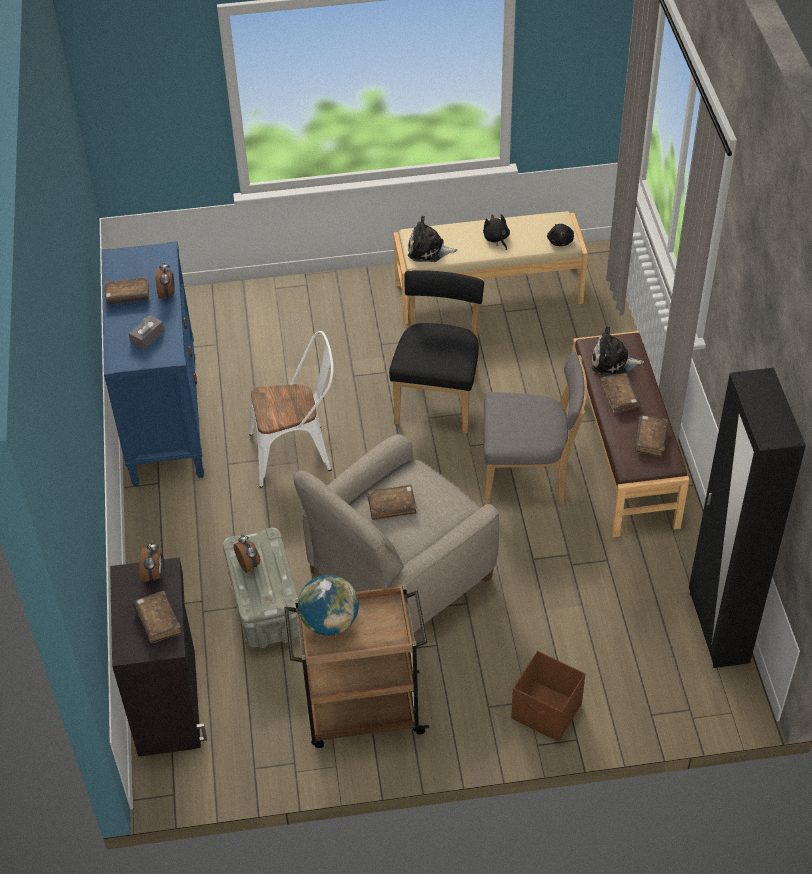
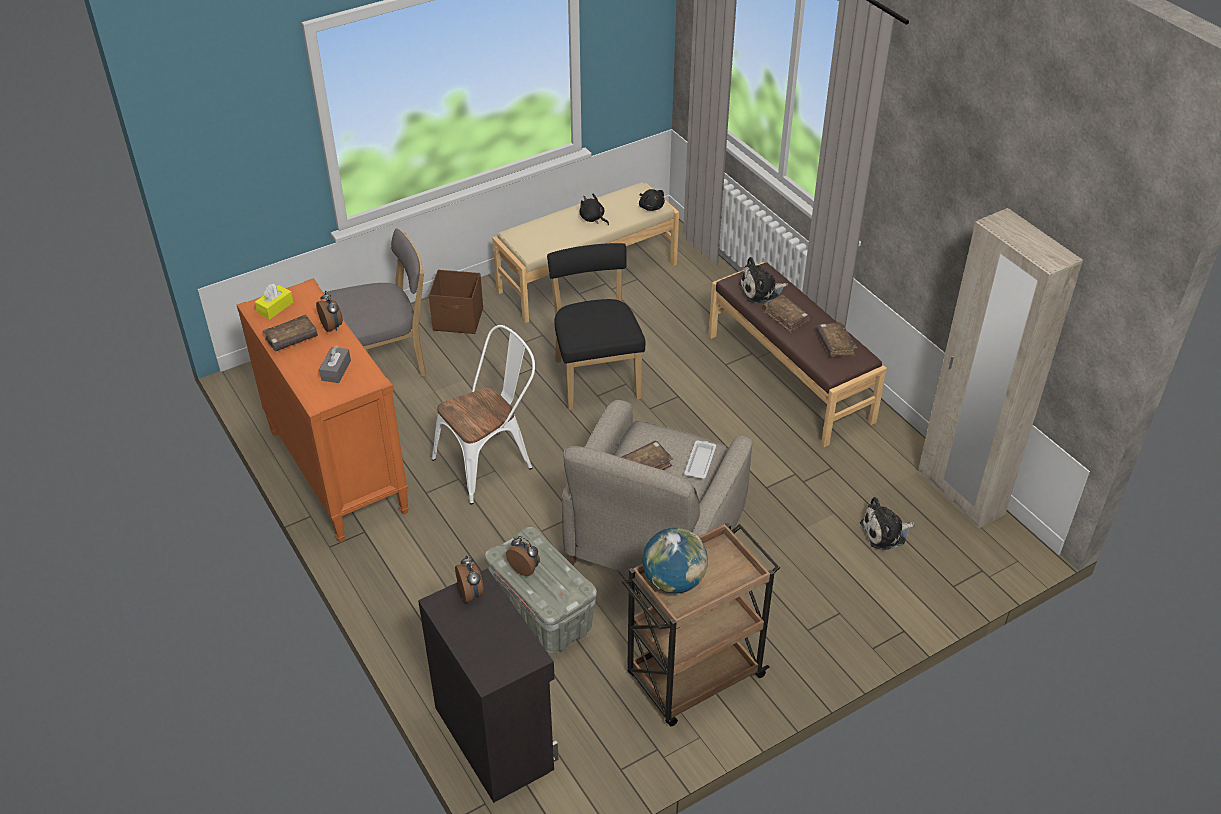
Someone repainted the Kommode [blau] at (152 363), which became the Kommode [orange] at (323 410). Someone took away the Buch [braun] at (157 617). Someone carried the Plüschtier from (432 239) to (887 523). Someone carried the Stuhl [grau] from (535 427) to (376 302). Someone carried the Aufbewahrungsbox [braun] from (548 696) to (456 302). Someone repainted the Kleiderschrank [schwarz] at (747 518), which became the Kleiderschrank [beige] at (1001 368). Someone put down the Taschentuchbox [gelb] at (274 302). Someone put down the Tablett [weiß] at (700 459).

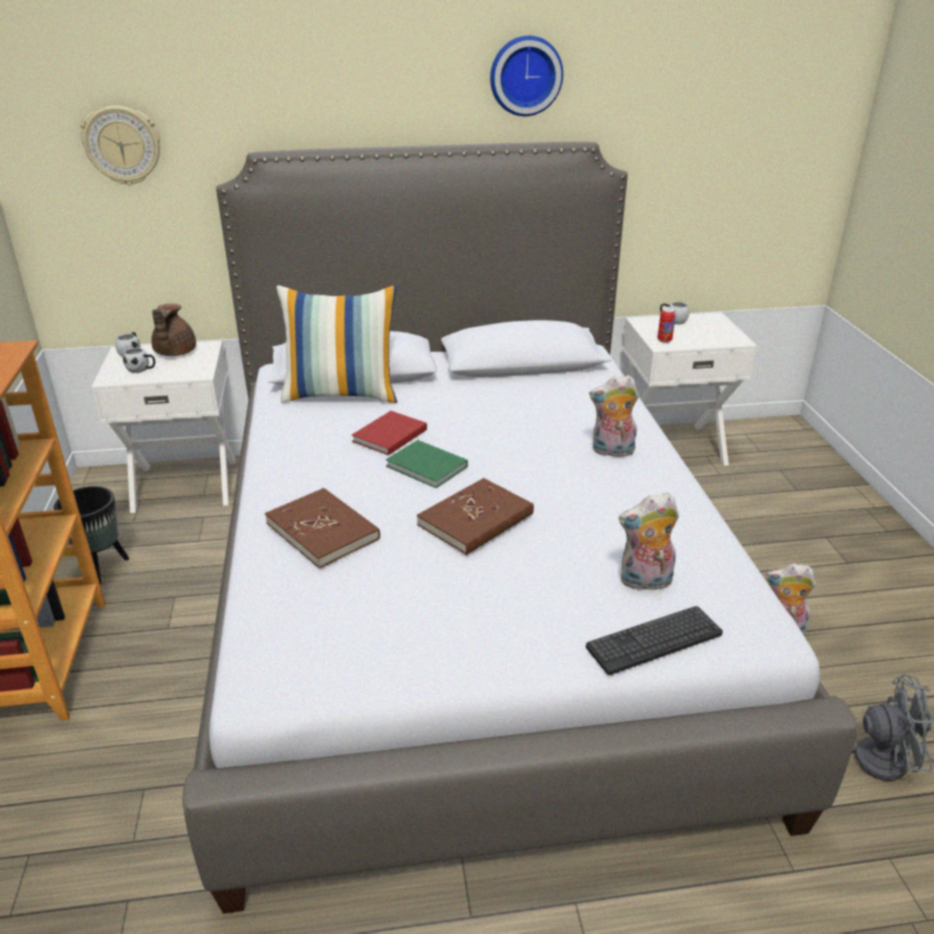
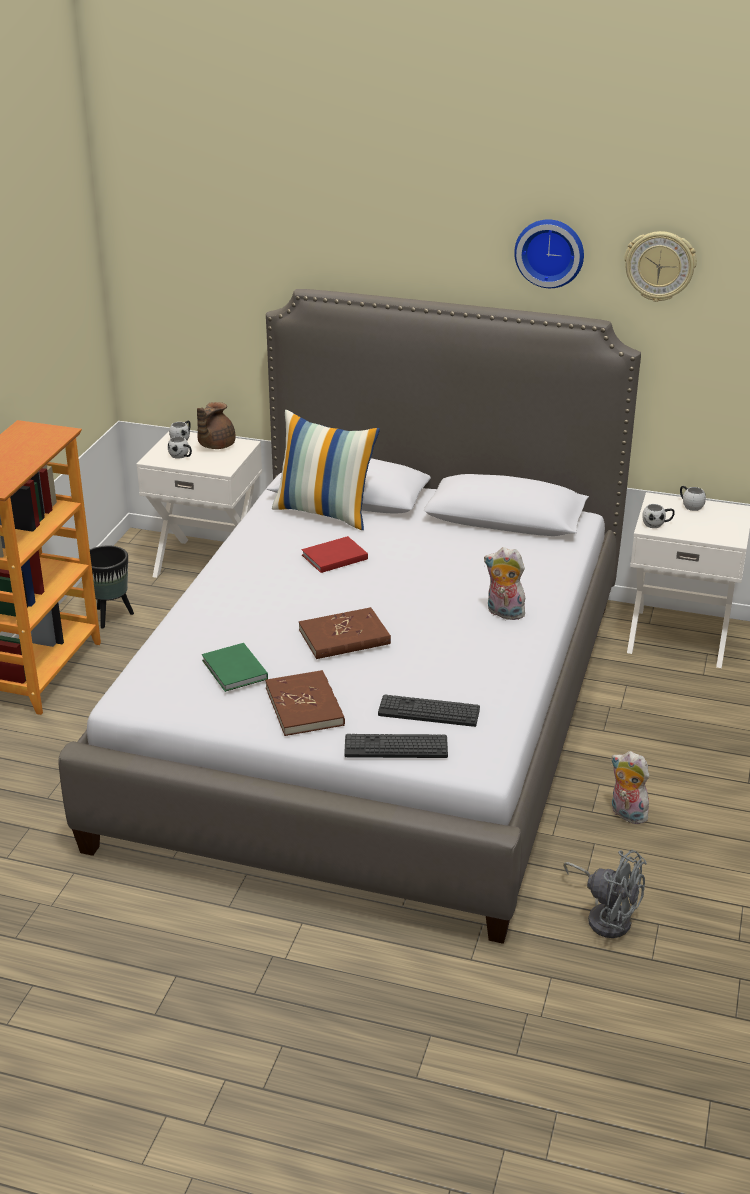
Someone carried the Wanduhr from (120 145) to (660 266). Someone carried the Buch [braun] from (322 528) to (305 703). Someone carried the Buch [grün] from (427 464) to (235 667). Someone swapped the Plüschtier at (649 541) for the Tastatur at (429 710). Someone swapped the Dose at (667 325) for the Henkelbecher [weiß] at (658 516).

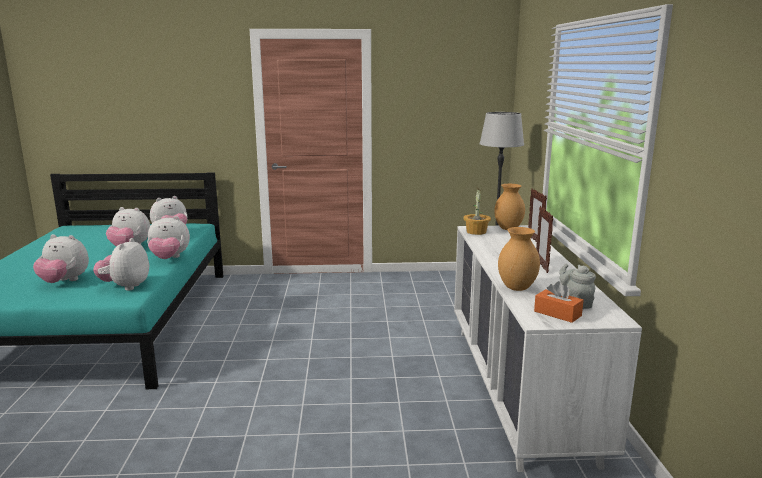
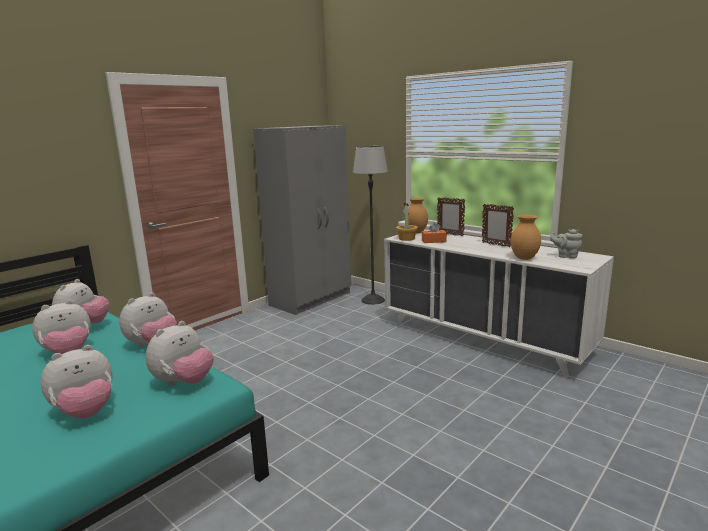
Someone rotated the Plüschtier at (121 264) by 105 degrees counterclockwise. Someone carried the Taschentuchbox [orange] from (559 302) to (434 232). Someone put down the Kleiderschrank [grau] at (302 220).

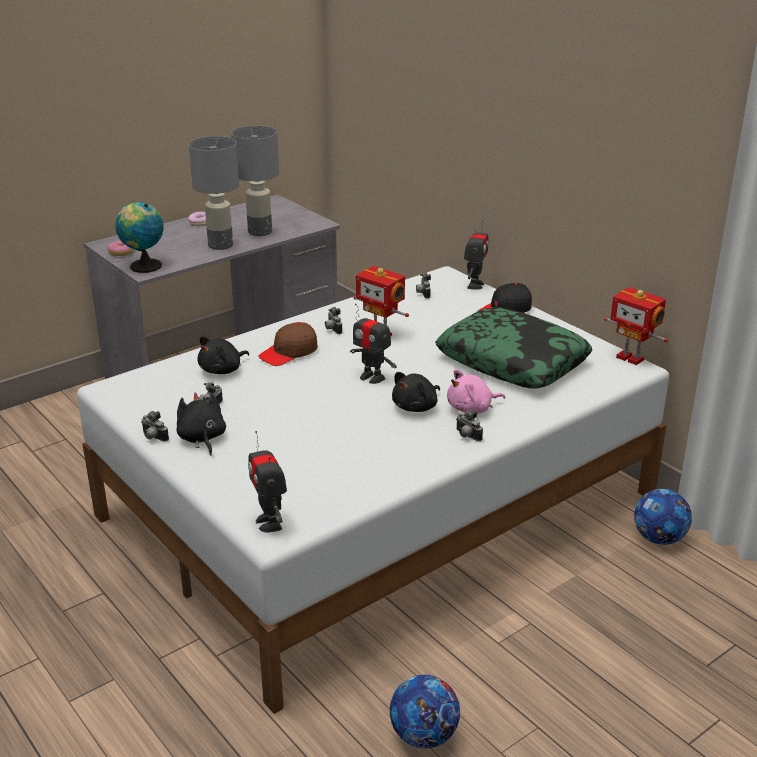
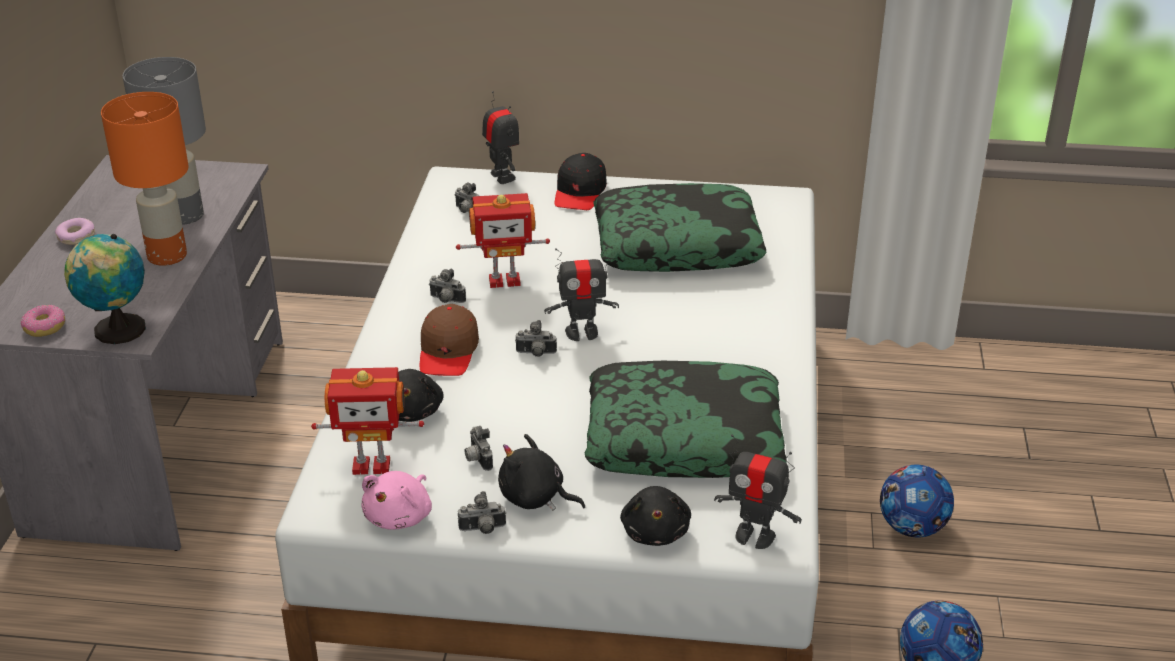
Someone repainted the Tischlampe [grau] at (214 193), which became the Tischlampe [orange] at (145 179). Someone carried the Plüschtier [schwarz] from (416 392) to (655 516). Someone carried the Plüschtier [rosa] from (476 391) to (396 500). Someone carried the Kamera from (469 425) to (536 338). Someone carried the Spielzeugroboter from (636 326) to (367 421). Someone carried the Fußball from (663 517) to (917 501). Someone put down the Kissen at (686 419).

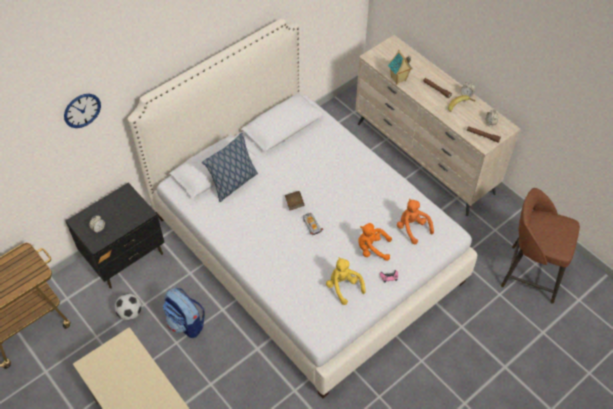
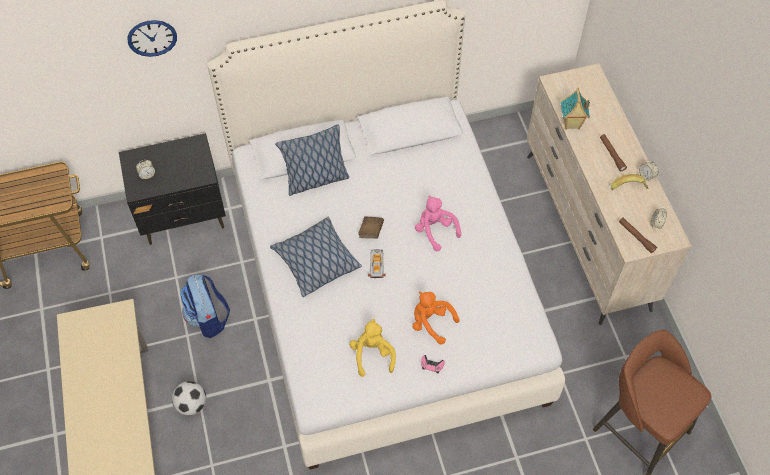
Someone carried the Fußball from (128 307) to (189 398). Someone took away the Plüschtier [orange] at (415 222). Someone put down the Kissen at (316 256). Someone put down the Plüschtier [rosa] at (438 223).

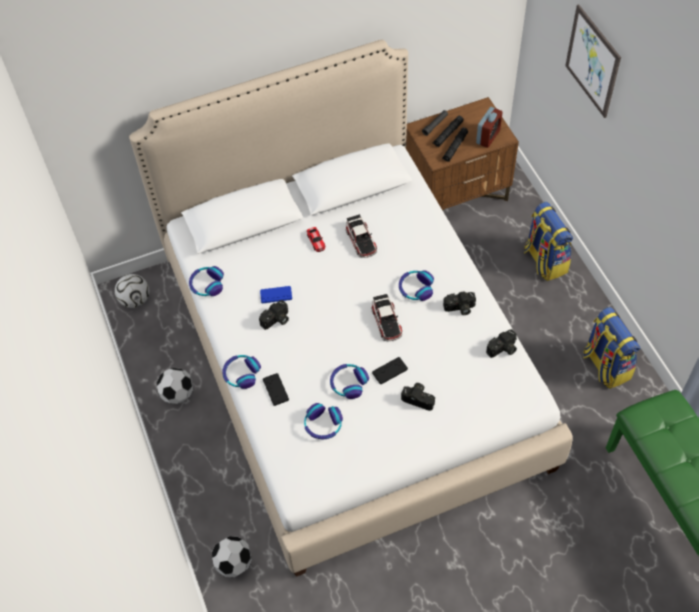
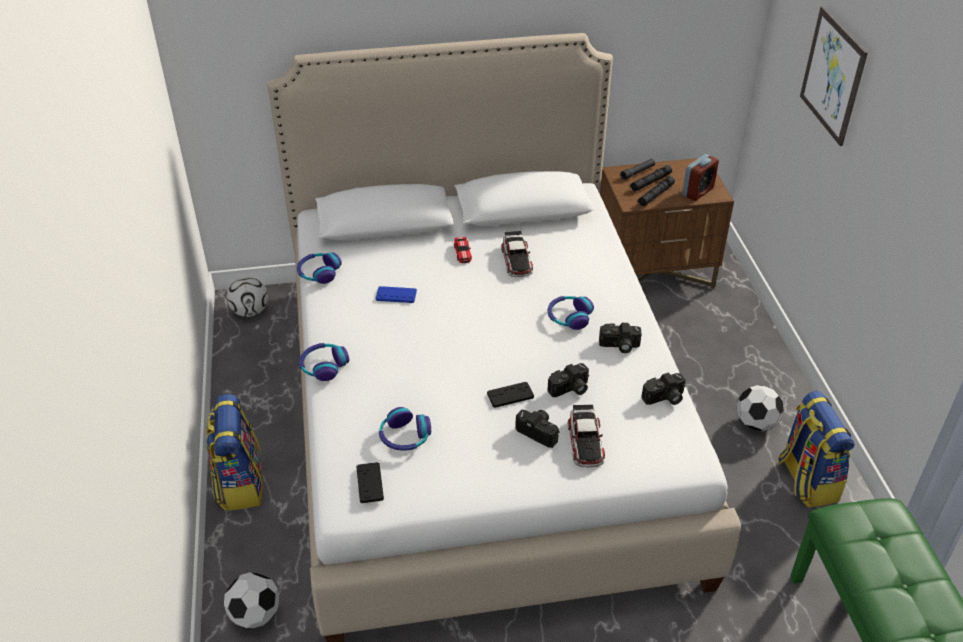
Someone carried the Fußball from (175 386) to (760 408). Someone carried the Kamera from (274 315) to (568 380). Someone carried the Gamepad [schwarz] from (276 389) to (370 482). Someone took away the Kopfhörer at (349 381). Someone carried the Spielzeugauto from (386 317) to (586 436). Someone carried the Rucksack from (548 241) to (234 452).

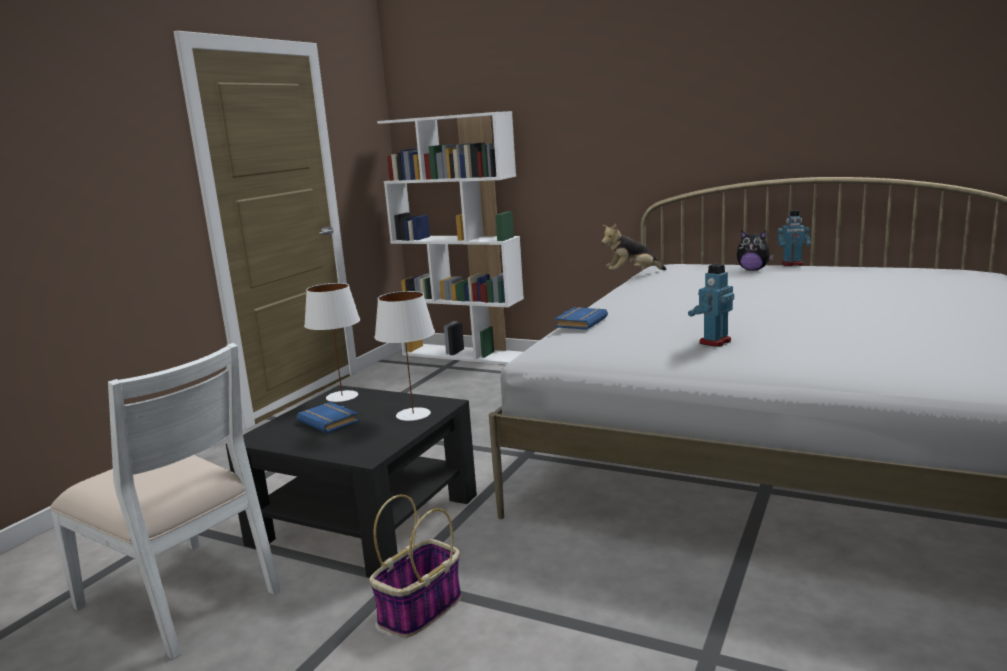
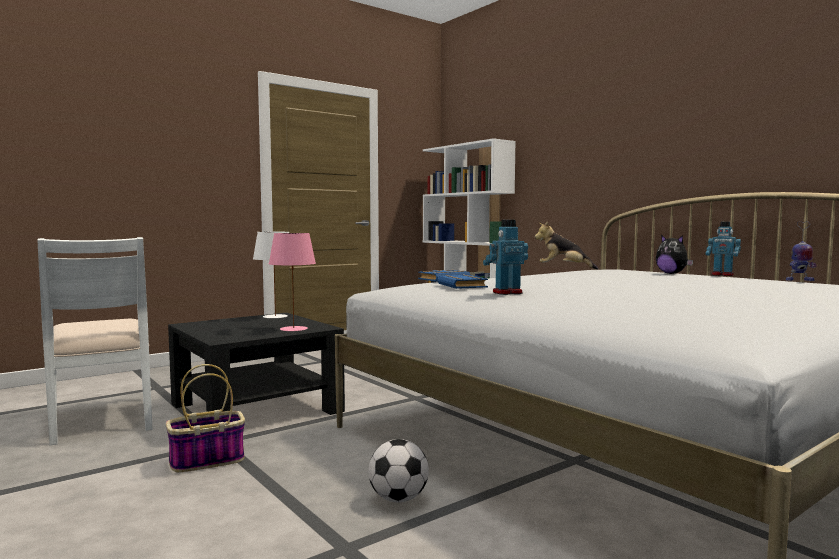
Someone carried the Buch [blau] from (328 417) to (462 281). Someone repainted the Tischlampe [weiß] at (405 356), which became the Tischlampe [rosa] at (292 282). Someone put down the Fußball at (398 470). Someone put down the Spielzeugroboter at (801 251).

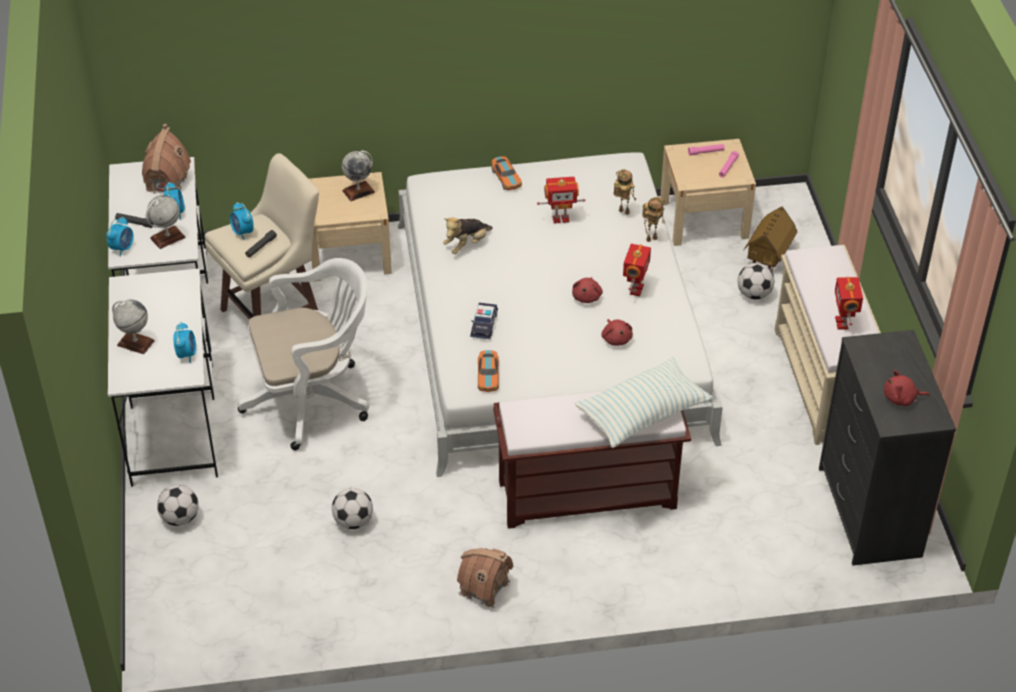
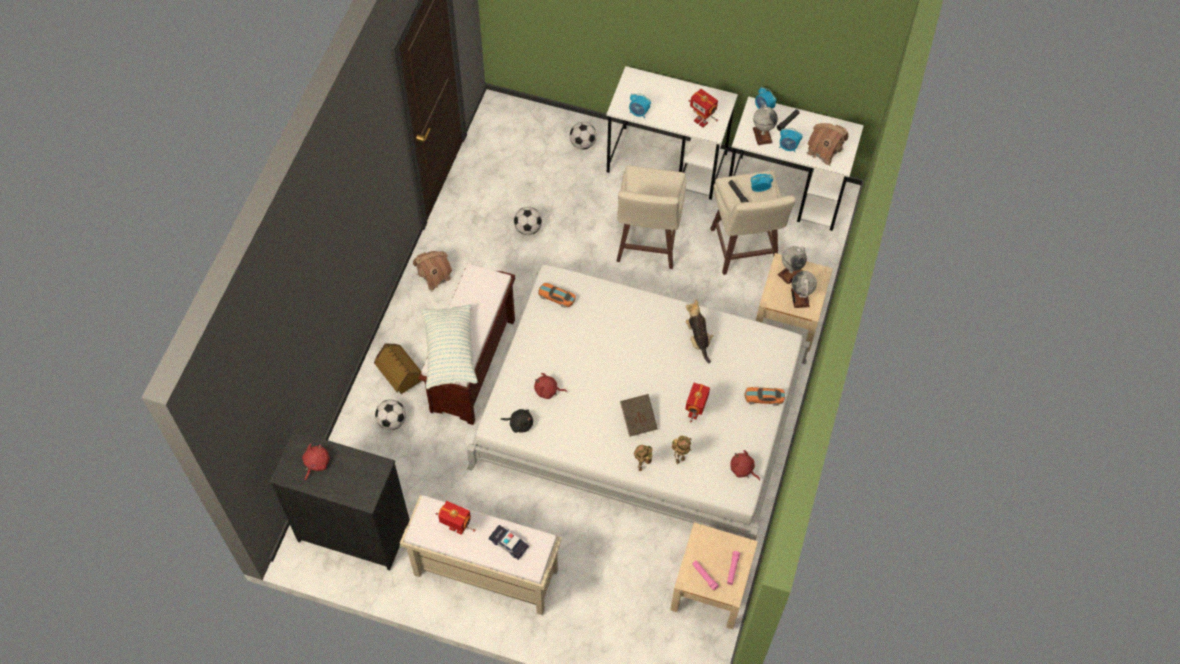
Someone carried the Globus from (133 327) to (792 265). Someone swapped the Bürostuhl [weiß] at (303 354) for the Hocker [beige] at (651 217). Someone carried the Spielzeugauto from (484 320) to (508 542). Someone carried the Plüschtier [rot] from (587 290) to (745 465). Someone carried the Spielzeugroboter from (637 270) to (703 108). Someone carried the Fußball from (756 281) to (390 415). Someone carried the Spielzeughaus from (770 238) to (397 368). Someone put down the Plüschtier [schwarz] at (516 421). Someone put down the Buch [braun] at (639 415).

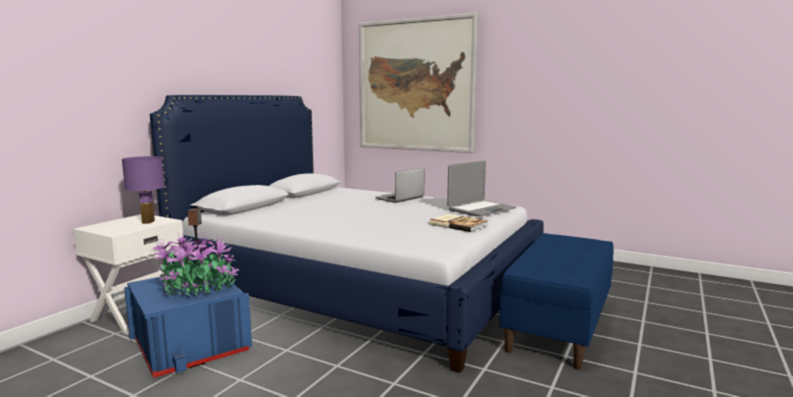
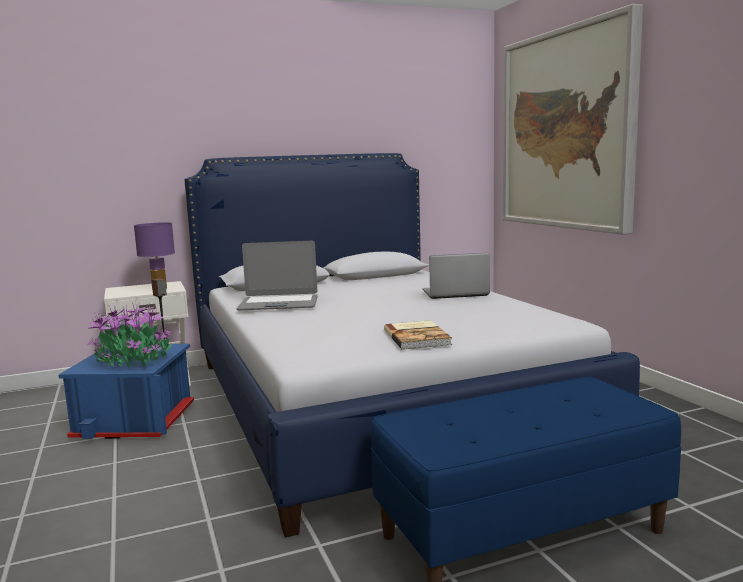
Someone carried the Laptop from (482 188) to (277 275).

